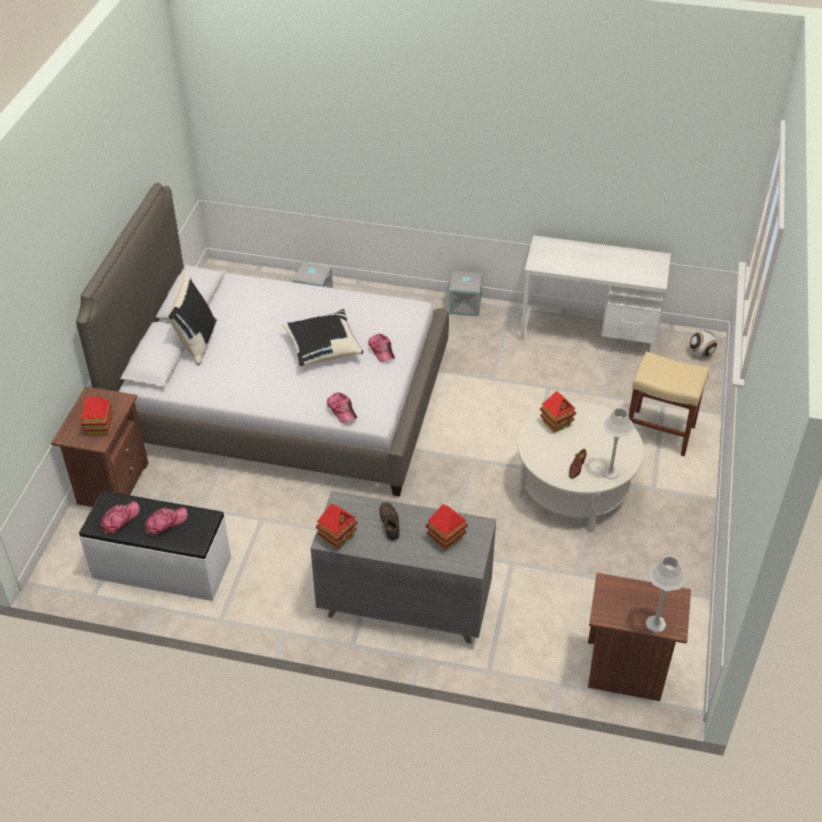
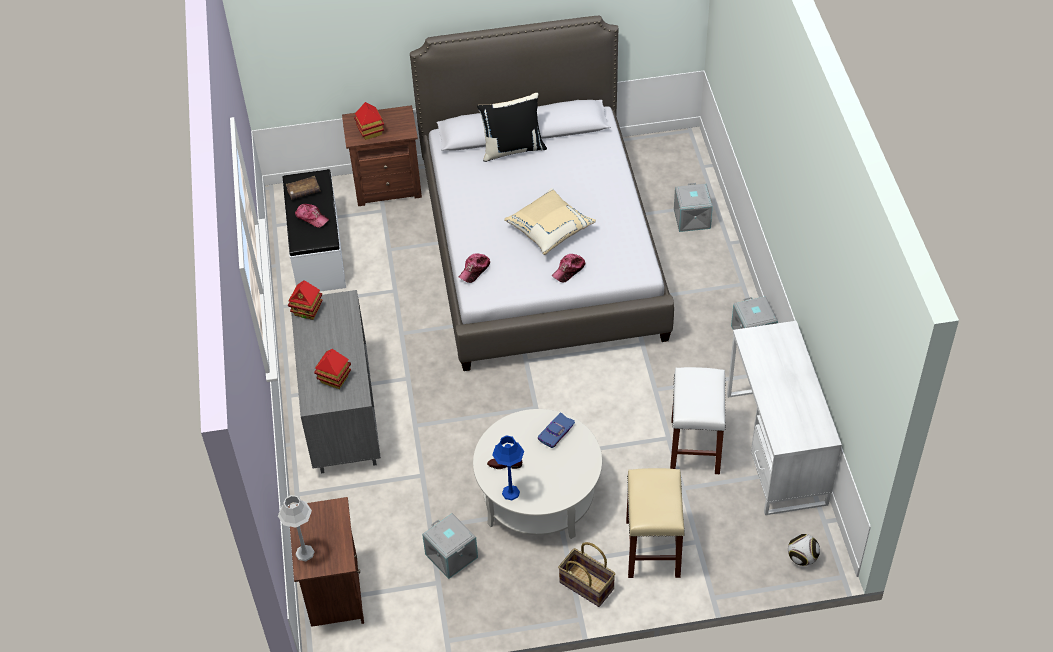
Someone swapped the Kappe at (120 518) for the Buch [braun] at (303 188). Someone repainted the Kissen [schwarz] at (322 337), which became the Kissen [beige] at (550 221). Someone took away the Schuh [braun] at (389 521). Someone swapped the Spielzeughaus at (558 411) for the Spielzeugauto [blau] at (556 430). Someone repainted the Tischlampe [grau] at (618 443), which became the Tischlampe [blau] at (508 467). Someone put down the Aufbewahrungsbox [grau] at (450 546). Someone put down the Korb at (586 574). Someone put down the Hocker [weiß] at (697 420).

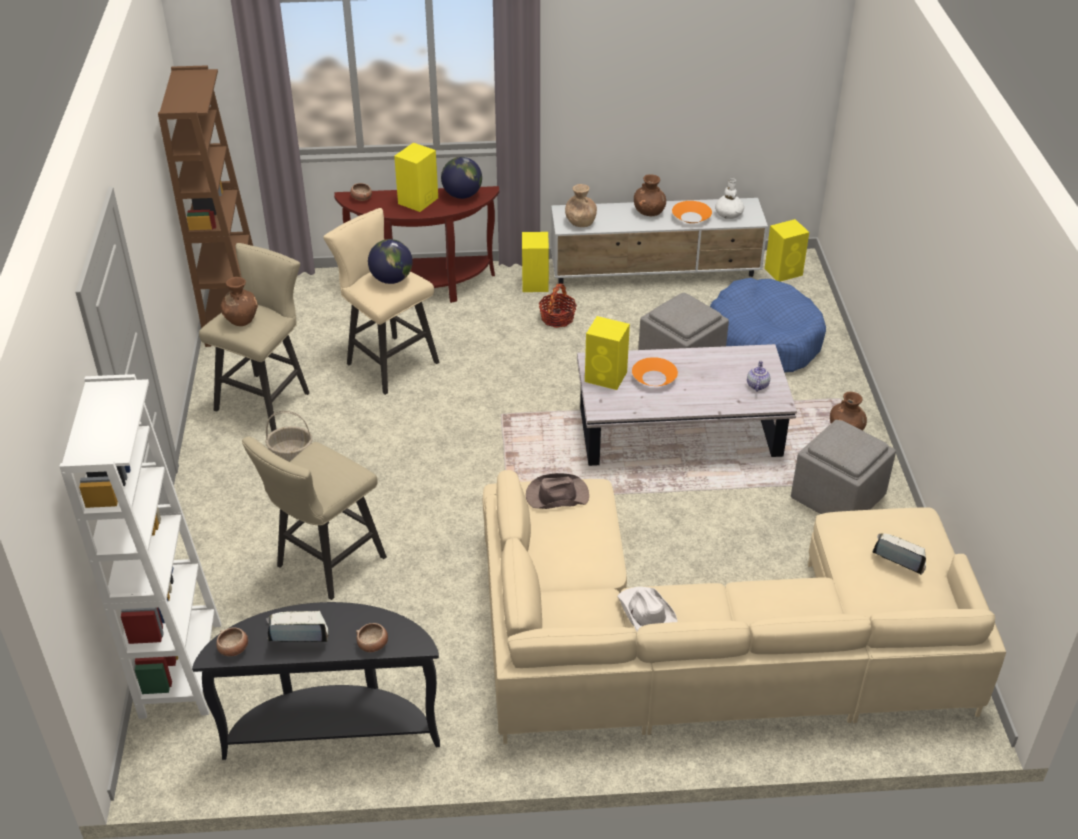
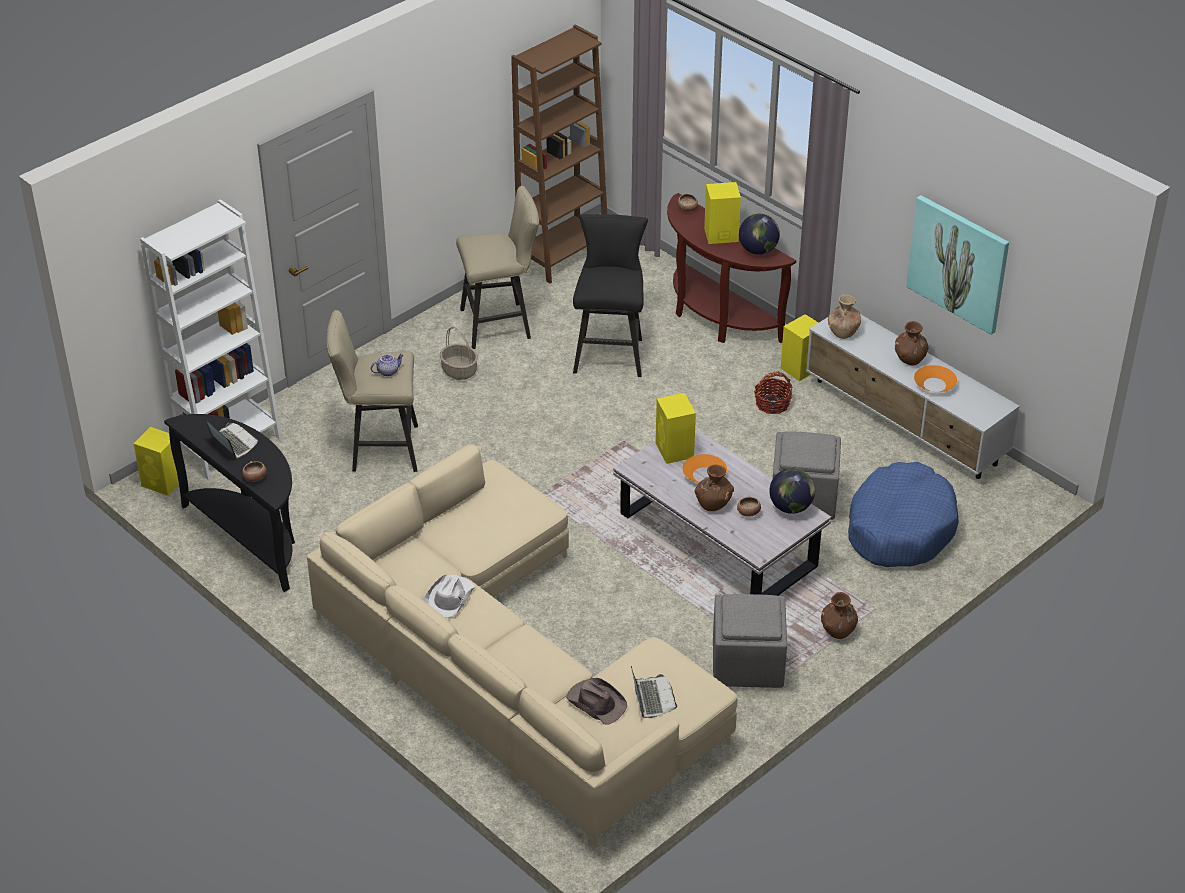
Someone carried the Schüssel from (232 641) to (749 506). Someone carried the Vase [braun] from (239 301) to (714 488). Someone repainted the Hocker [beige] at (381 301), which became the Hocker [schwarz] at (610 295). Someone carried the Globus from (390 261) to (792 491). Someone carried the Hut [braun] from (557 491) to (596 701). Someone took away the Vase [weiß] at (729 198). Someone carried the Teekanne from (758 376) to (387 364). Someone carried the Lautsprecher [gelb] from (787 250) to (156 461). Someone put up the Bild at (957 265).

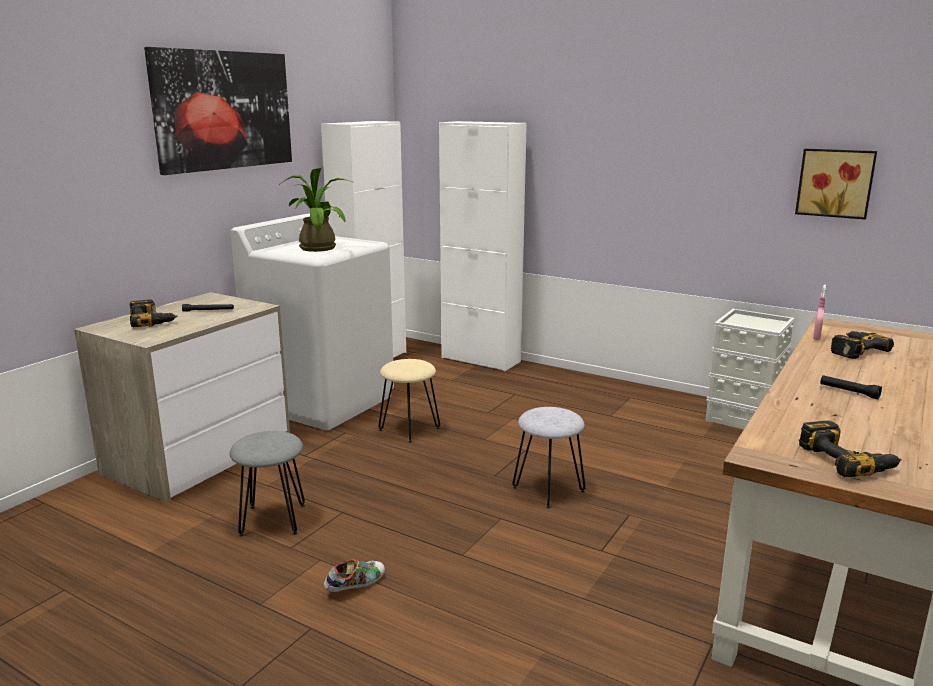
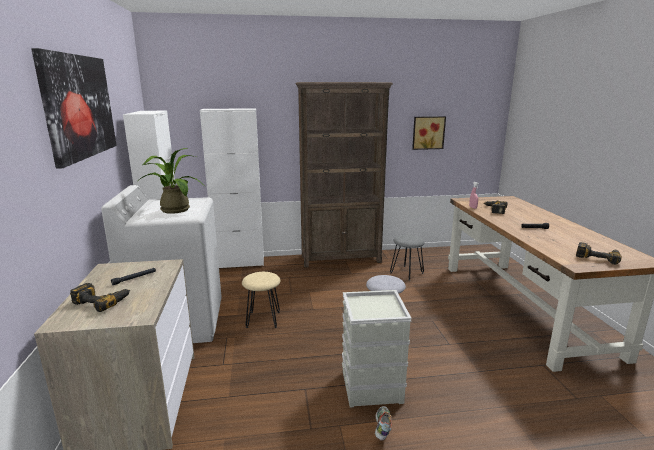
Someone carried the Hocker [grau] from (267 484) to (407 257). Someone carried the Aufbewahrungsbox [grau] from (750 369) to (377 349). Someone put down the Bücherregal [braun] at (344 174).

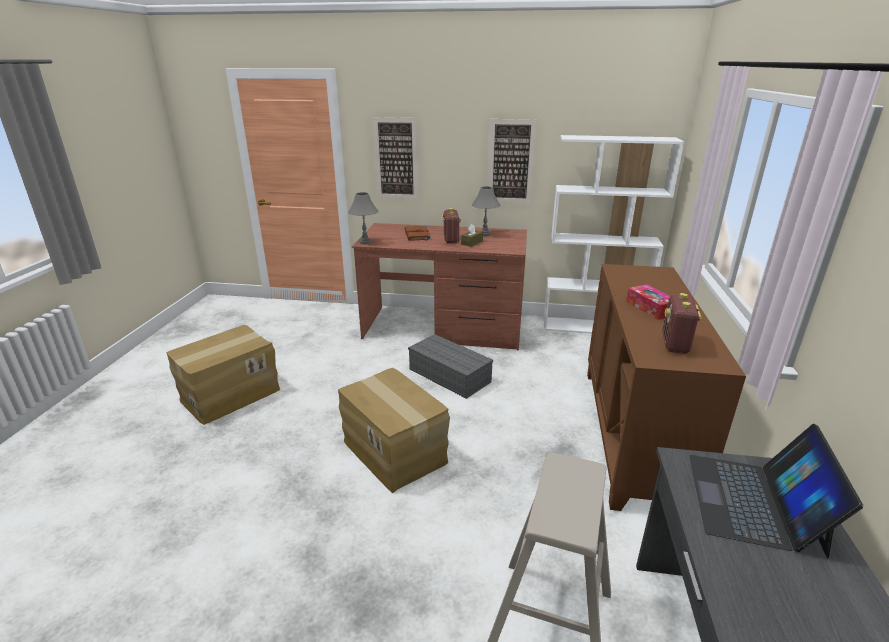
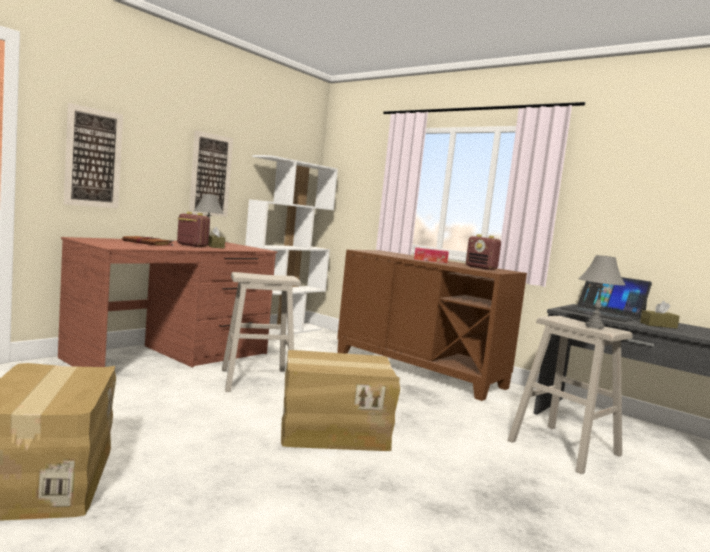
Someone carried the Tischlampe [grau] from (363 218) to (602 292). Someone swapped the Aufbewahrungsbox [grau] at (450 366) for the Hocker [beige] at (261 332). Someone put down the Taschentuchbox [braun] at (660 314).

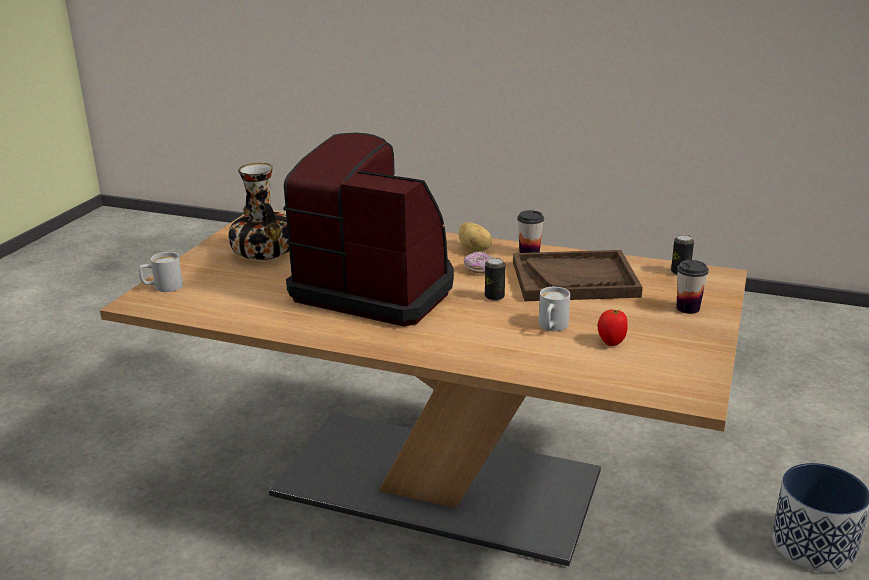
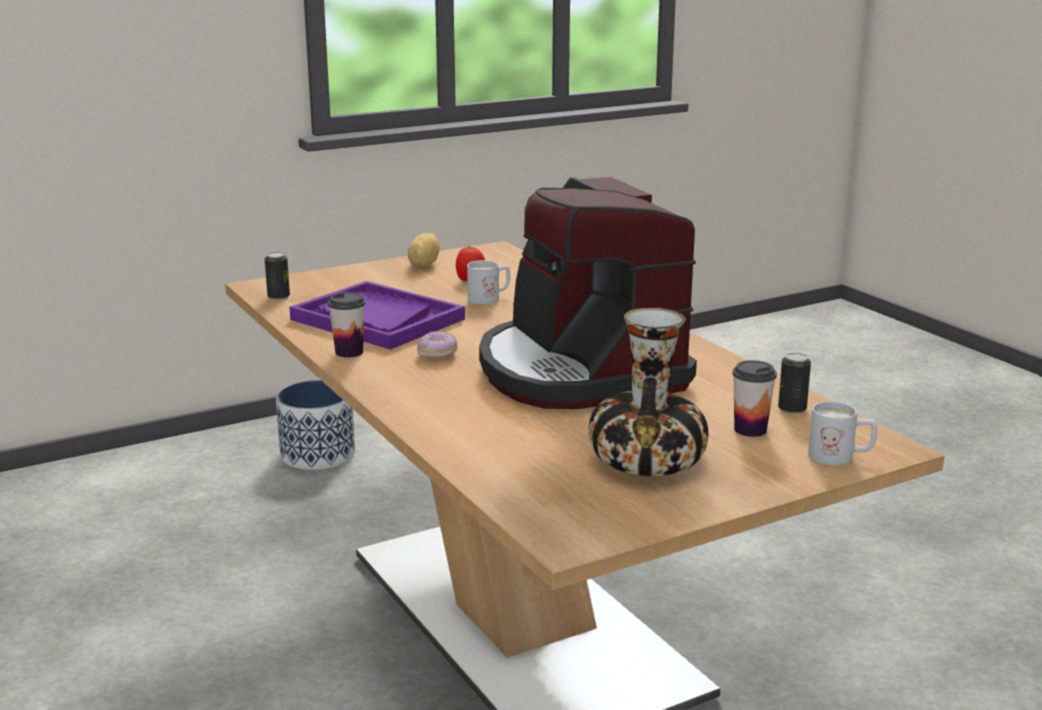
Someone carried the Kartoffel from (475 236) to (423 250). Someone carried the Dose from (495 279) to (794 383). Someone repainted the Tablett [braun] at (578 275), which became the Tablett [lila] at (377 315). Someone carried the Tasse from (693 287) to (754 398).

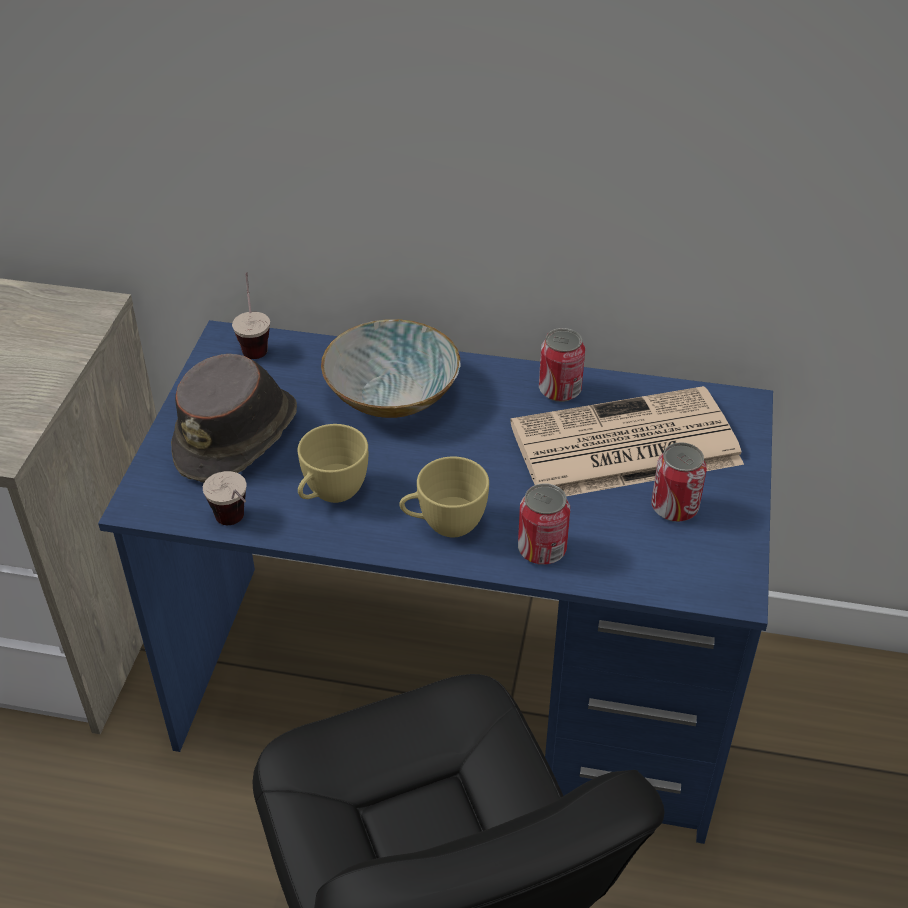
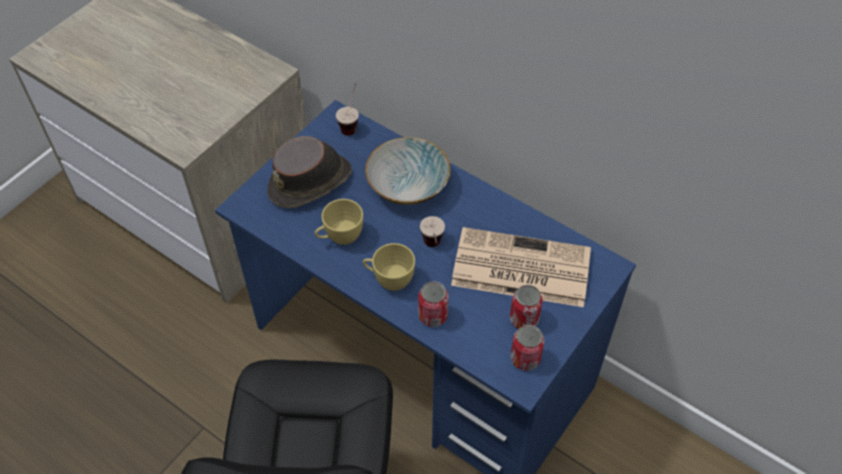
Someone carried the Tasse from (225 498) to (432 231). Someone carried the Dose from (562 365) to (527 348).

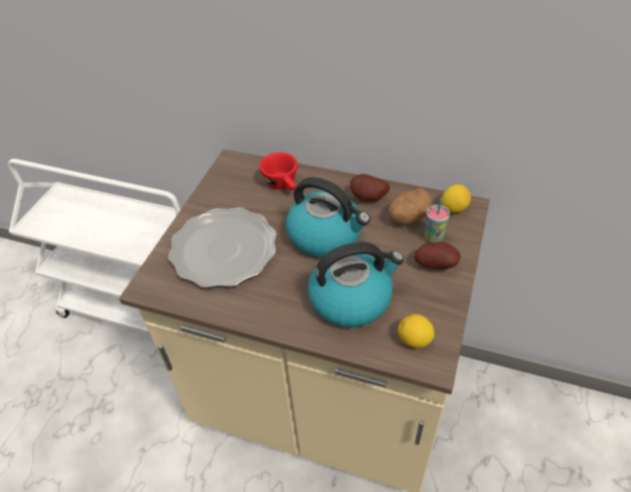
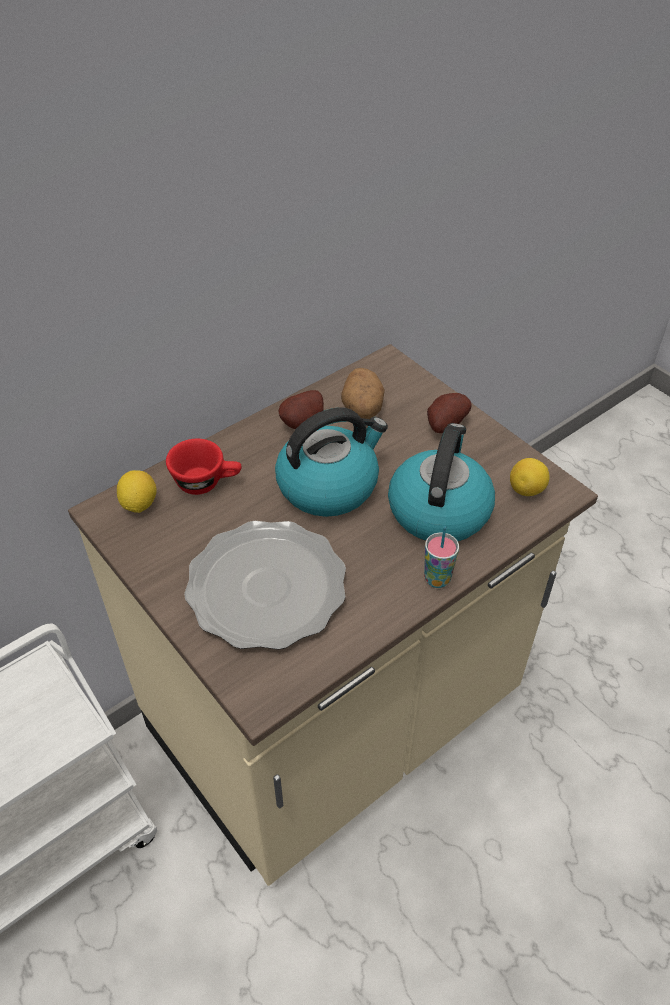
Someone carried the Tasse from (437 220) to (441 557). Someone carried the Zitrone from (456 198) to (137 491).

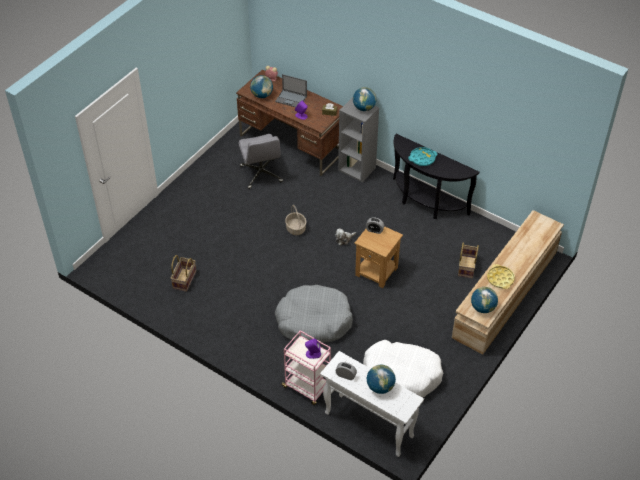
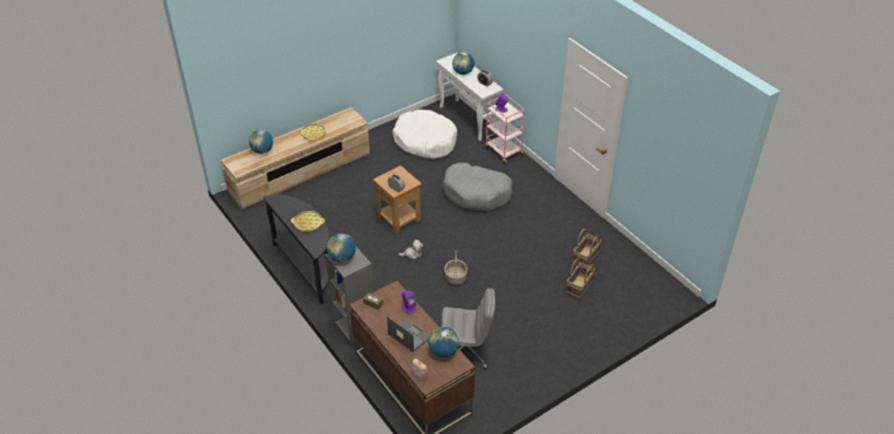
Someone rotated the Bürostuhl [grau] at (261 161) by 90 degrees clockwise. Someone repainted the Tablett [türkis] at (422 156), which became the Tablett [gelb] at (308 221). Someone carried the Korb from (468 260) to (580 278). Someone carried the Globus from (484 300) to (261 142).

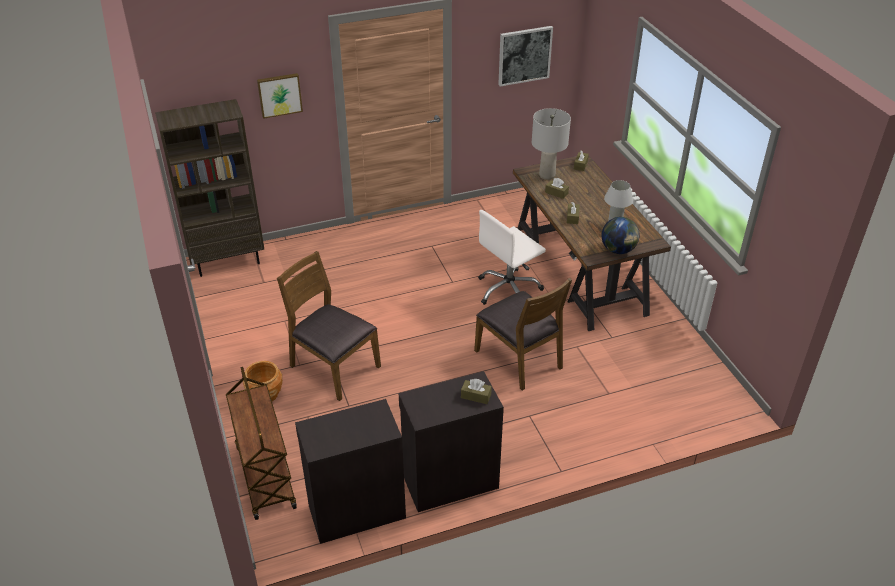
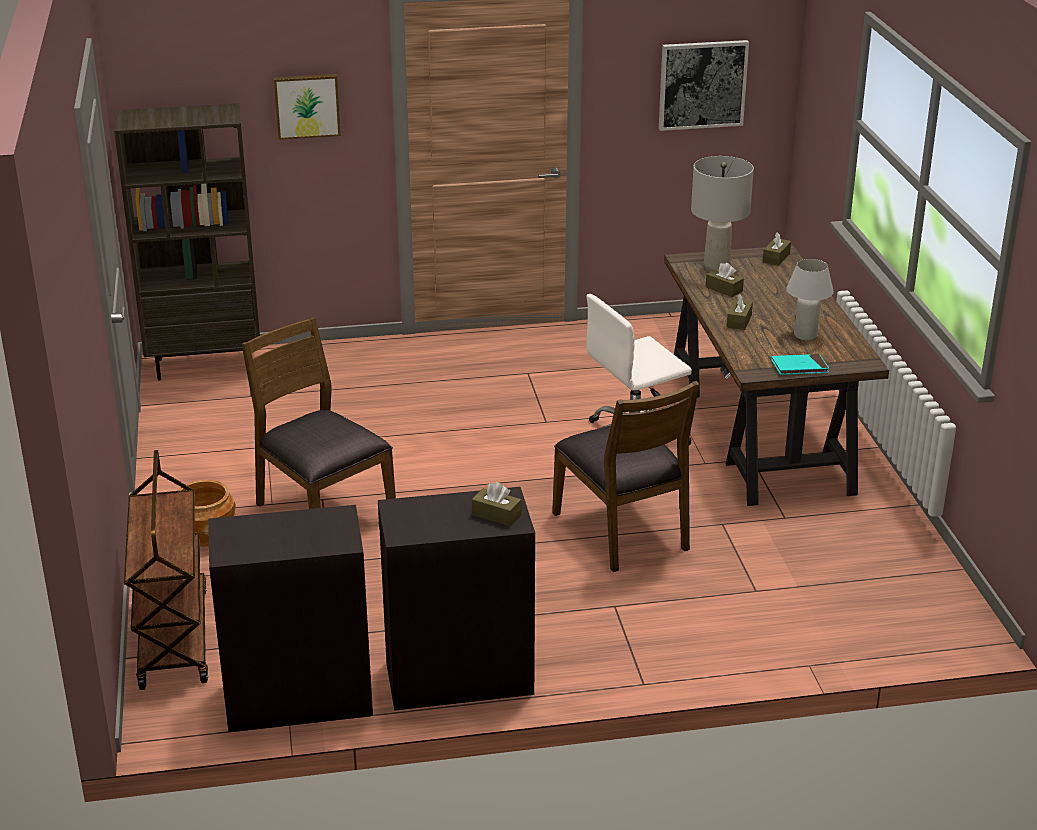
Someone swapped the Globus at (621 235) for the Buch [türkis] at (800 364).

